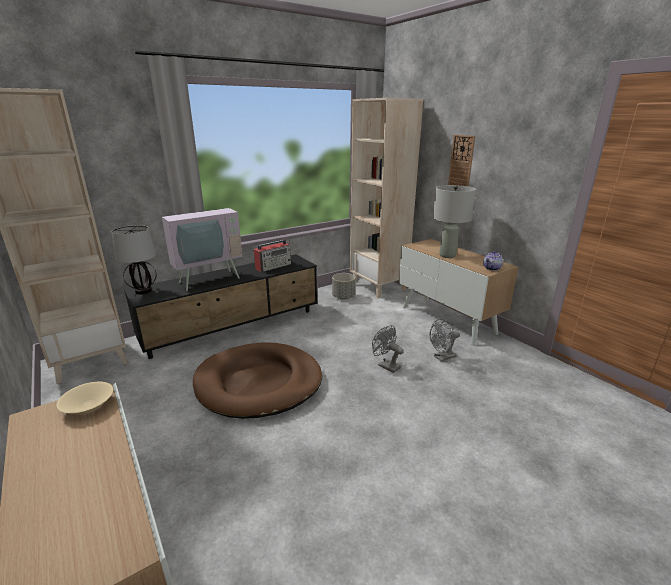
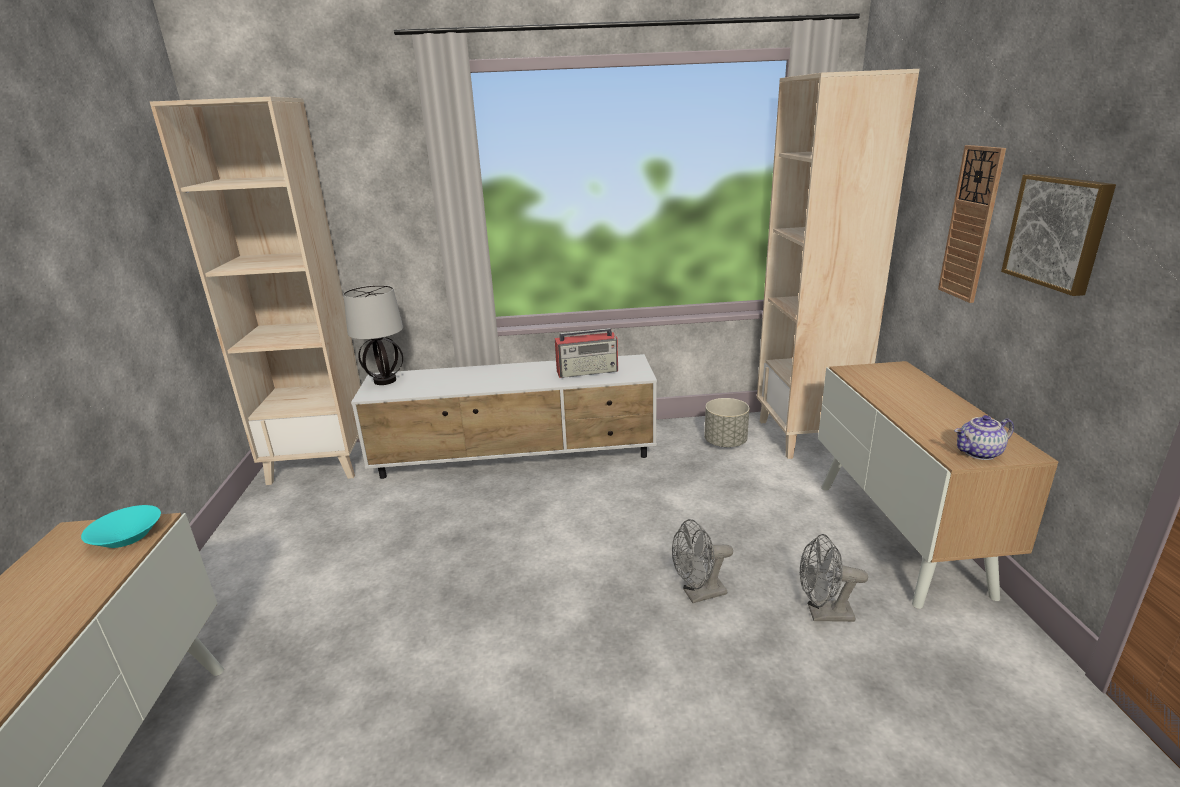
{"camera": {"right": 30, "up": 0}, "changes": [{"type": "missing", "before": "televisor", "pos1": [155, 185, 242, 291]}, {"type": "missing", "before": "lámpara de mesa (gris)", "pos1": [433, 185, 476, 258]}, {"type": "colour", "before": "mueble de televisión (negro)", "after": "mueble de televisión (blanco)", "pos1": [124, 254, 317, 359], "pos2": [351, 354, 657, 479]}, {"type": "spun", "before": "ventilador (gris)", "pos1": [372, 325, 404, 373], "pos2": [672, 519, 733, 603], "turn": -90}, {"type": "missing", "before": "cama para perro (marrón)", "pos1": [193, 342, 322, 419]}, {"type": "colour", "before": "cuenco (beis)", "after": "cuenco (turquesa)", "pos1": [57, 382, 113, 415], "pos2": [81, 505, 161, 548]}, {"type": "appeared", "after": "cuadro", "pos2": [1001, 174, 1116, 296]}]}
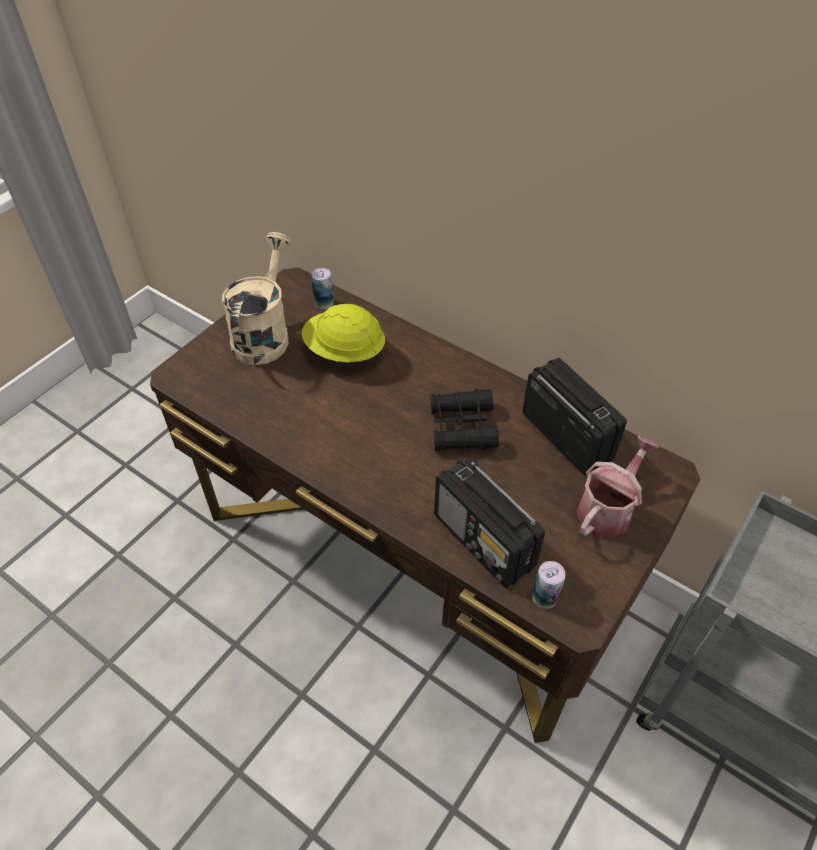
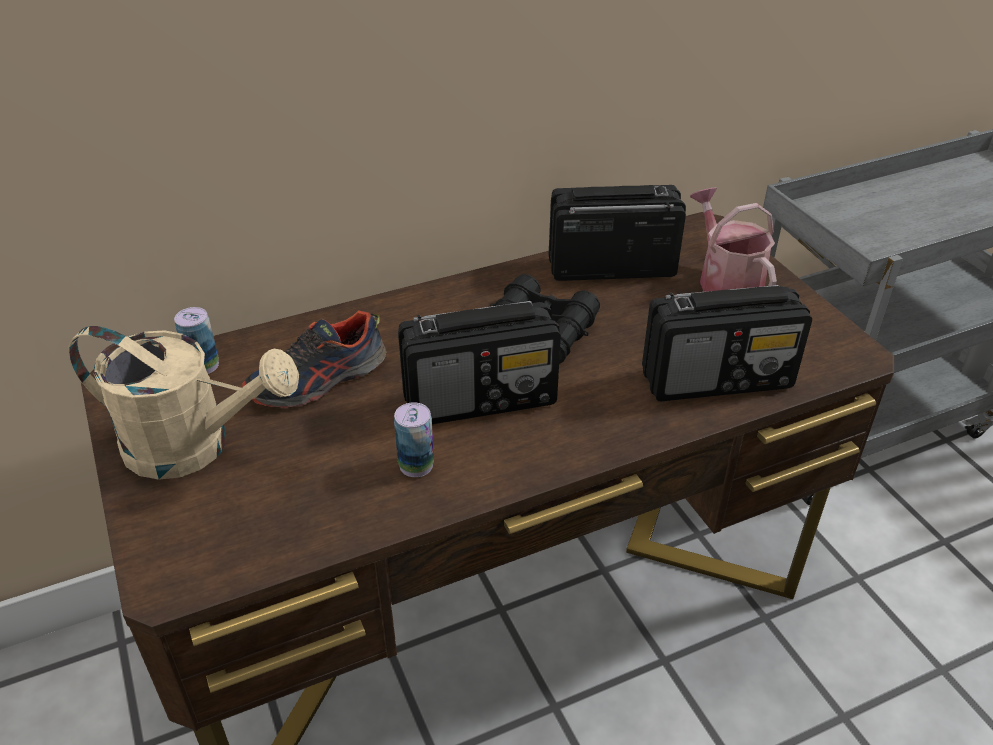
{"camera": {"right": -60, "up": -10}, "changes": [{"type": "spun", "before": "regadera (beis)", "pos1": [222, 232, 291, 365], "pos2": [68, 326, 299, 480], "turn": 150}, {"type": "exchanged", "before": "casco (amarillo)", "after": "zapato", "pos1": [302, 304, 385, 367], "pos2": [242, 311, 387, 408]}, {"type": "relocated", "before": "lata", "pos1": [532, 561, 565, 609], "pos2": [394, 402, 434, 477]}, {"type": "appeared", "after": "radio", "pos2": [398, 301, 561, 424]}]}
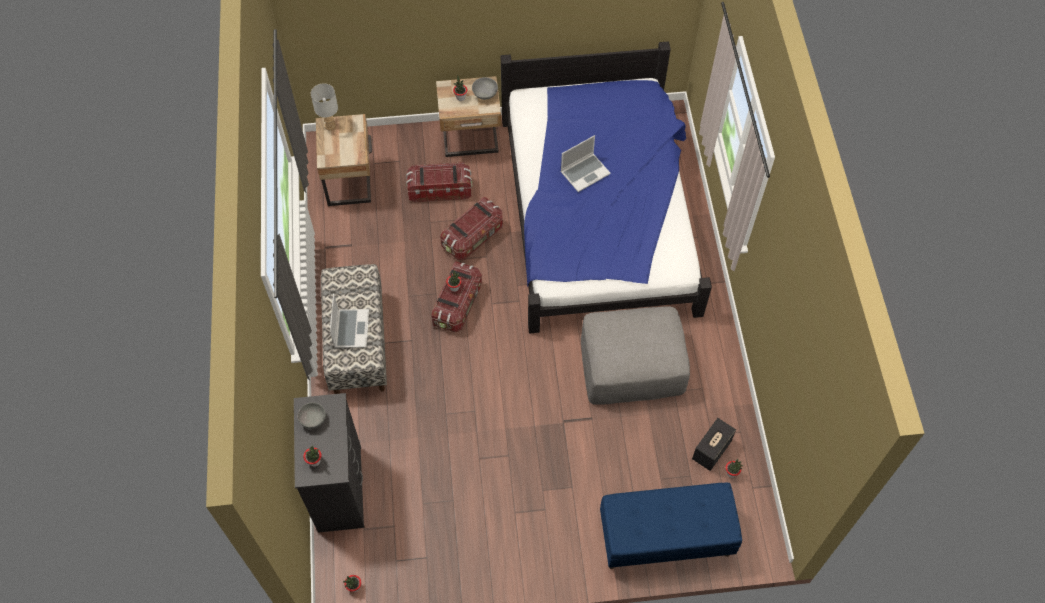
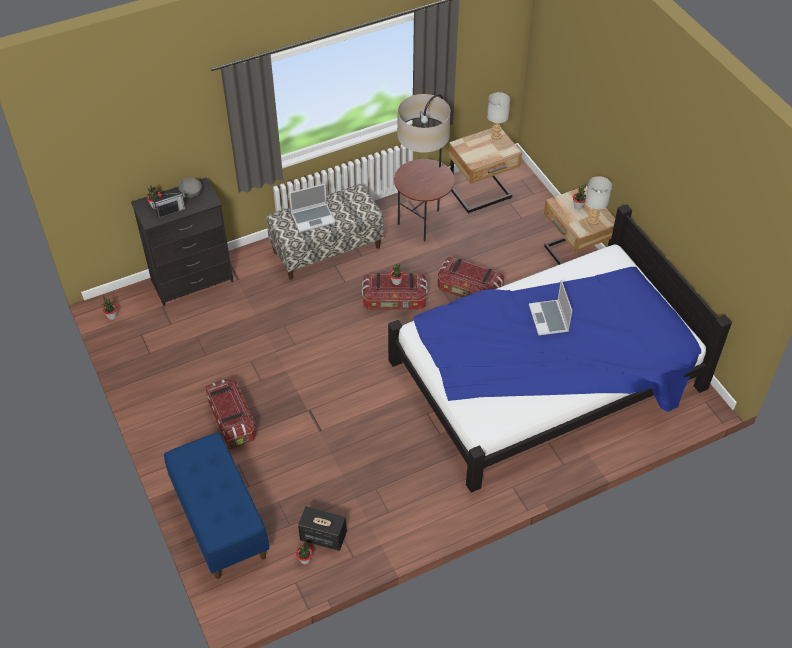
{"camera": {"right": 70, "up": -10}, "changes": [{"type": "exchanged", "before": "cuenco (gris)", "after": "lámpara de mesa (gris)", "pos1": [472, 77, 498, 100], "pos2": [585, 176, 612, 225]}, {"type": "spun", "before": "portátil", "pos1": [561, 135, 611, 192], "pos2": [529, 280, 572, 336], "turn": 45}, {"type": "relocated", "before": "caja de almacenaje", "pos1": [406, 162, 472, 202], "pos2": [205, 378, 256, 450]}, {"type": "missing", "before": "puf (gris)", "pos1": [581, 306, 690, 405]}, {"type": "appeared", "after": "lámpara de pie", "pos2": [394, 94, 455, 241]}, {"type": "appeared", "after": "radio", "pos2": [152, 191, 186, 218]}]}
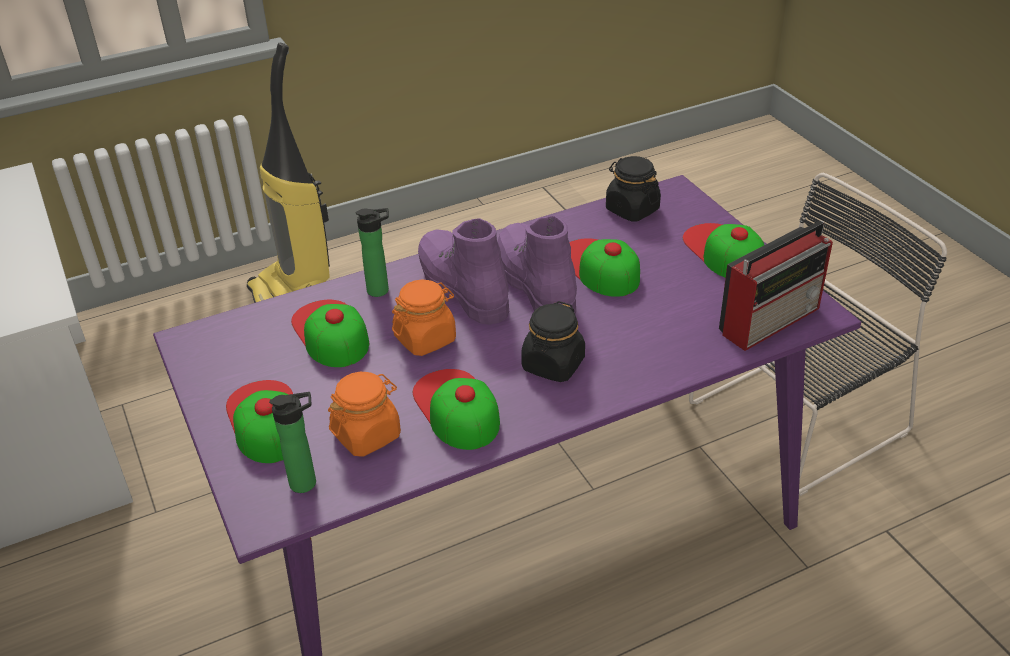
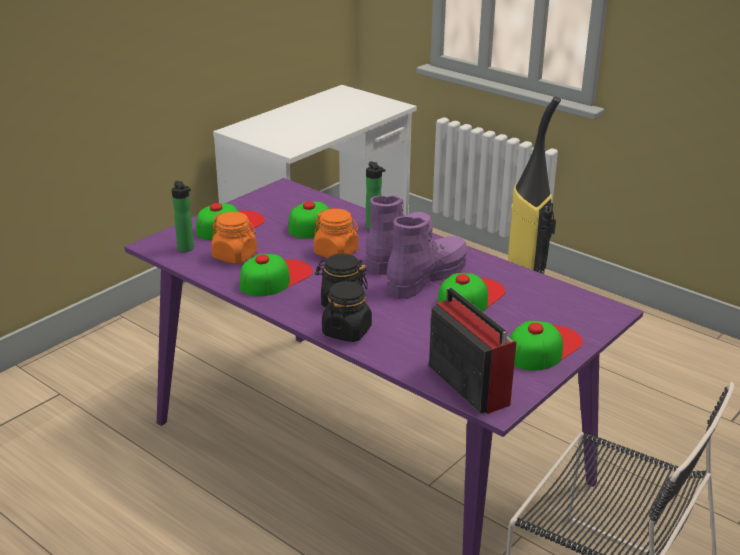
{"camera": {"right": 65, "up": -10}, "changes": [{"type": "relocated", "before": "tarro (negro)", "pos1": [606, 156, 661, 221], "pos2": [322, 281, 372, 342]}, {"type": "spun", "before": "radio", "pos1": [719, 220, 833, 351], "pos2": [429, 287, 516, 414], "turn": -150}]}
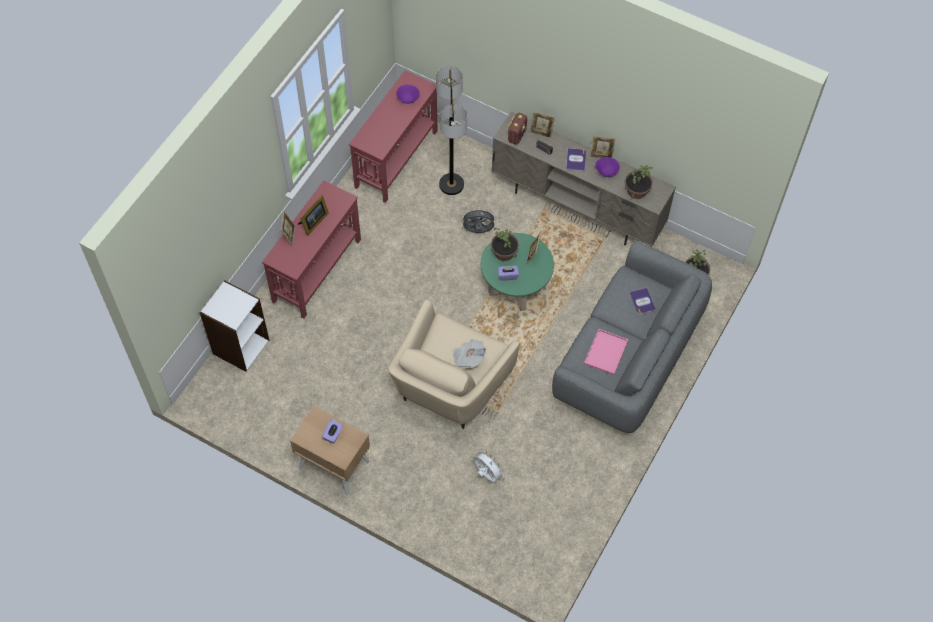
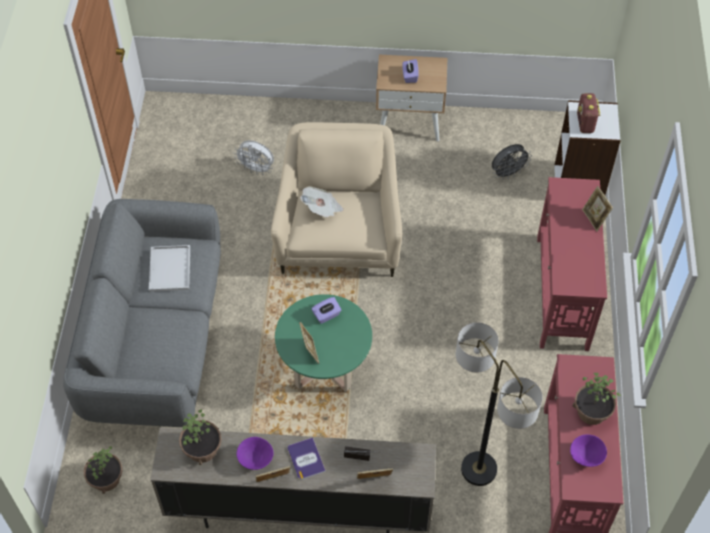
{"camera": {"right": 155, "up": -5}, "changes": [{"type": "relocated", "before": "radio", "pos1": [508, 113, 527, 145], "pos2": [577, 93, 600, 133]}, {"type": "missing", "before": "portarretratos", "pos1": [298, 195, 329, 236]}, {"type": "relocated", "before": "ventilador (gris)", "pos1": [461, 208, 495, 233], "pos2": [492, 144, 532, 180]}, {"type": "relocated", "before": "planta en maceta", "pos1": [491, 228, 519, 261], "pos2": [573, 373, 621, 425]}, {"type": "missing", "before": "libro", "pos1": [630, 287, 656, 314]}, {"type": "colour", "before": "bandeja (rosa)", "after": "bandeja (blanco)", "pos1": [584, 329, 628, 375], "pos2": [149, 245, 190, 292]}]}
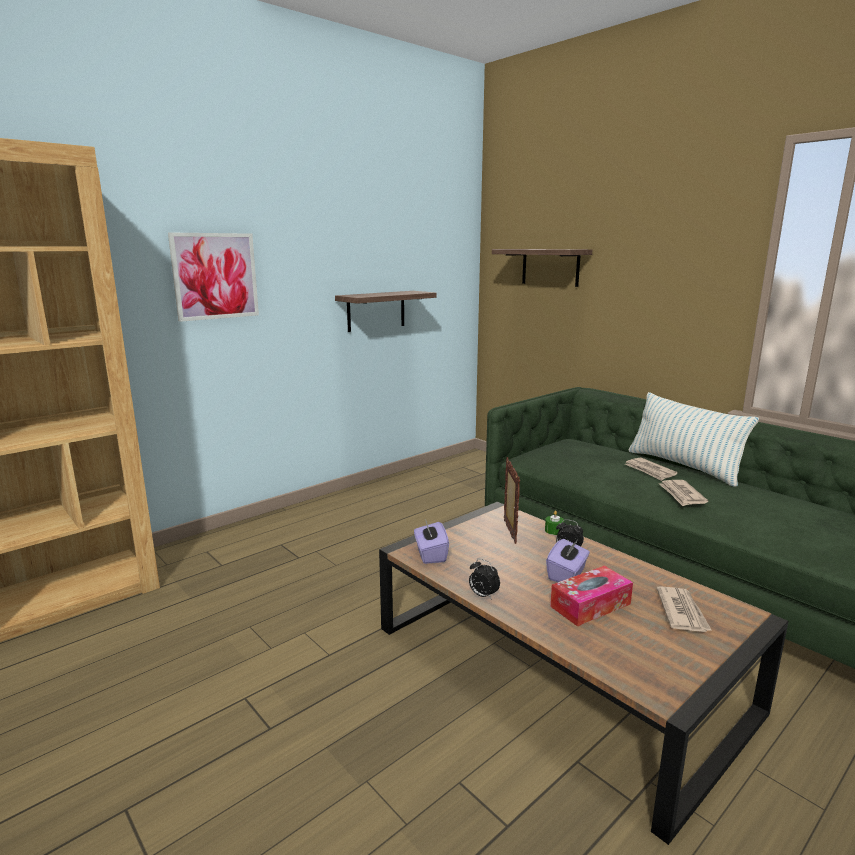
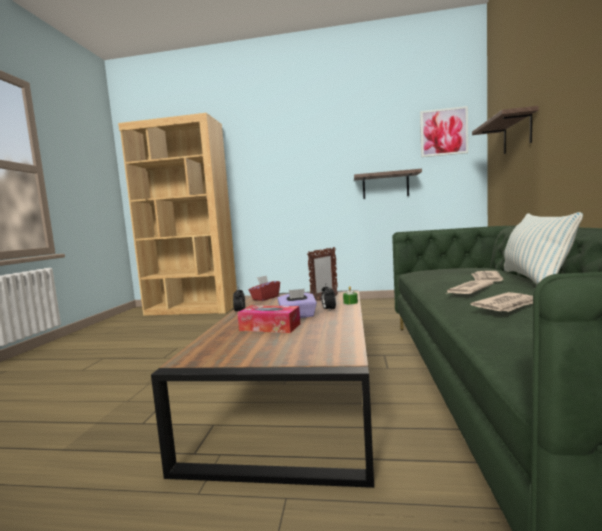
{"camera": {"right": 50, "up": -10}, "changes": [{"type": "relocated", "before": "cuadro", "pos1": [168, 232, 259, 322], "pos2": [420, 106, 468, 157]}, {"type": "colour", "before": "caja de pañuelos (morado)", "after": "caja de pañuelos (rojo)", "pos1": [414, 519, 449, 564], "pos2": [249, 276, 280, 301]}, {"type": "relocated", "before": "periódico", "pos1": [657, 586, 712, 632], "pos2": [471, 292, 533, 312]}]}
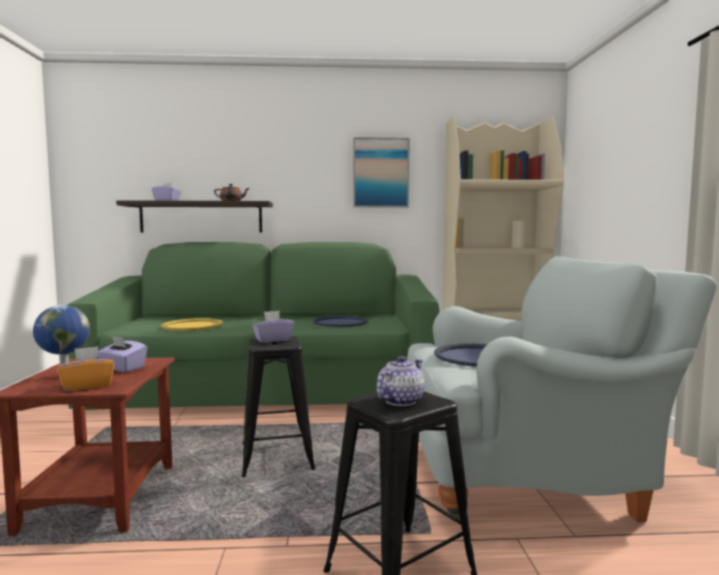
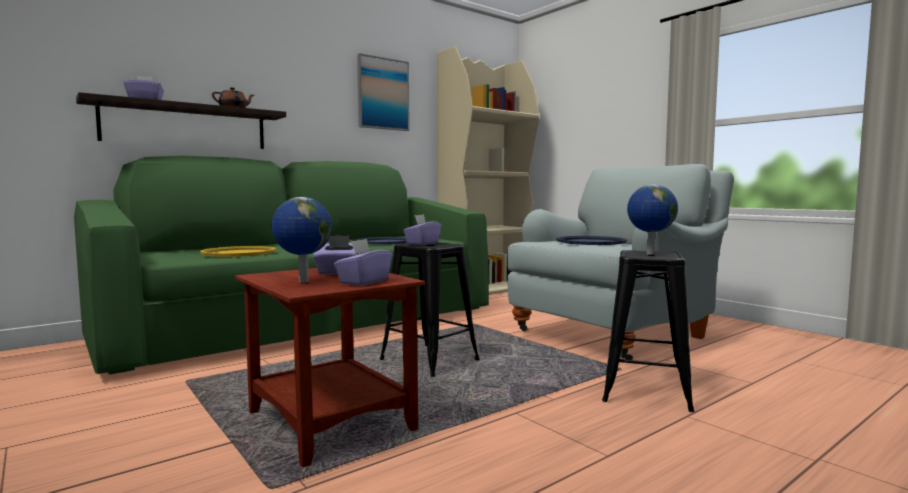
{"camera": {"right": -35, "up": 0}, "changes": [{"type": "colour", "before": "caja de pañuelos (naranja)", "after": "caja de pañuelos (morado)", "pos1": [57, 346, 115, 391], "pos2": [334, 239, 392, 286]}, {"type": "exchanged", "before": "tetera", "after": "globo terráqueo", "pos1": [376, 356, 425, 406], "pos2": [627, 184, 678, 255]}]}
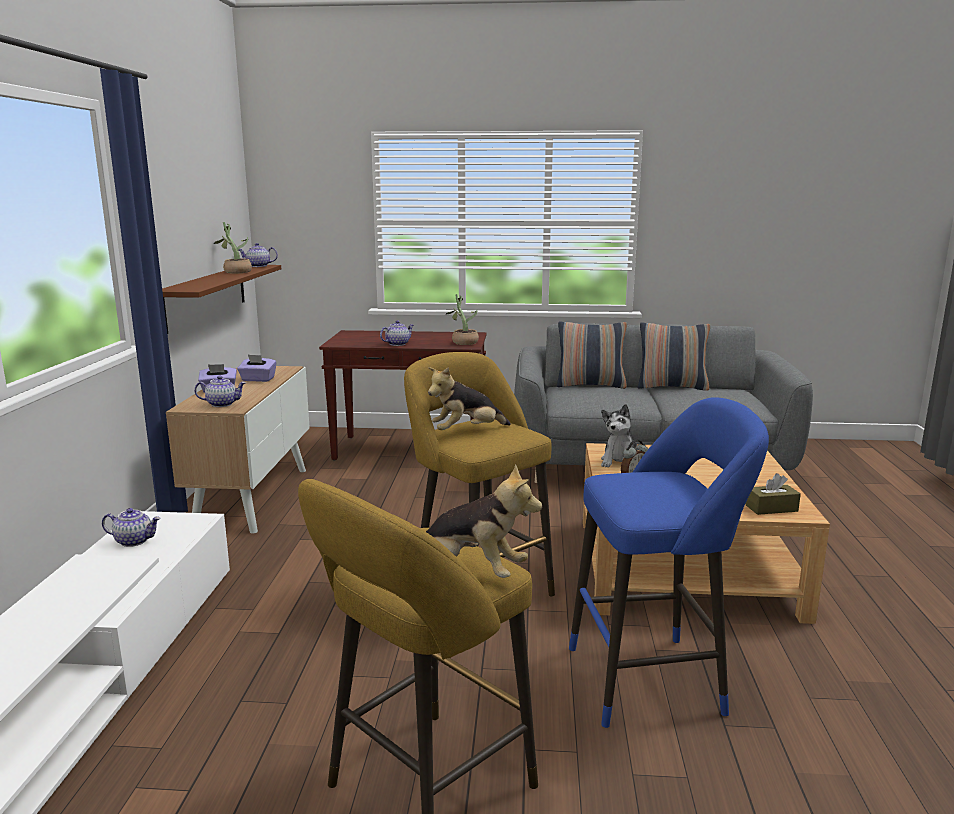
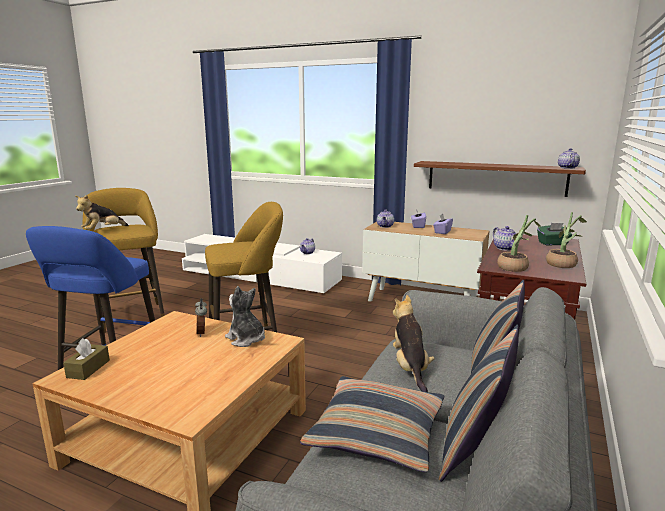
{"camera": {"right": 110, "up": 0}, "changes": [{"type": "relocated", "before": "planta en maceta", "pos1": [214, 222, 252, 273], "pos2": [546, 212, 587, 268]}, {"type": "relocated", "before": "peluche", "pos1": [428, 367, 511, 430], "pos2": [393, 295, 435, 392]}, {"type": "appeared", "after": "caja de pañuelos (verde)", "pos2": [537, 223, 572, 246]}, {"type": "appeared", "after": "cojín", "pos2": [300, 376, 444, 472]}]}
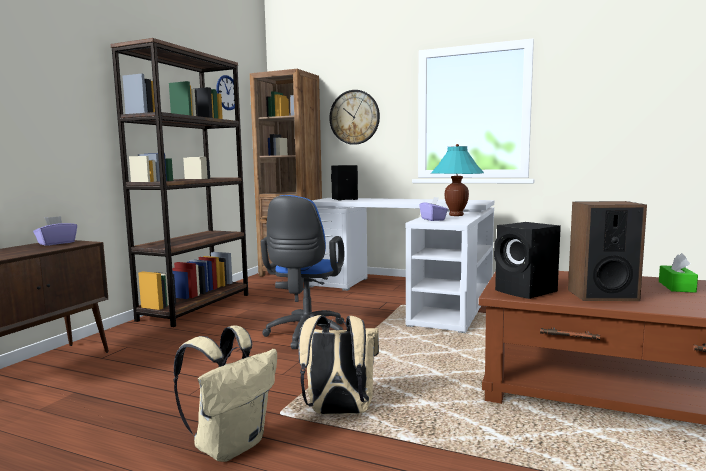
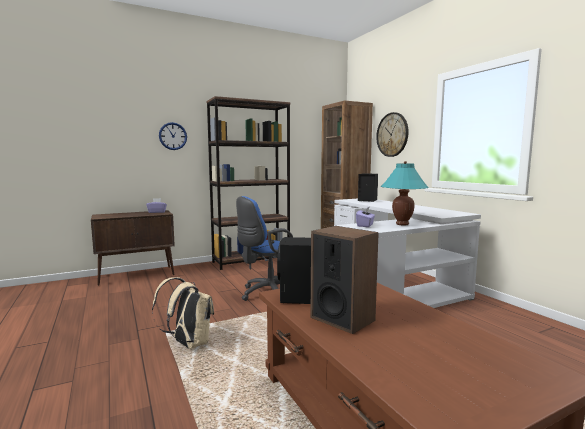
{"camera": {"right": 40, "up": 0}, "changes": [{"type": "relocated", "before": "reloj de pared", "pos1": [216, 75, 235, 110], "pos2": [159, 122, 187, 150]}, {"type": "missing", "before": "caja de pañuelos (verde)", "pos1": [659, 253, 698, 293]}, {"type": "missing", "before": "mochila (beis)", "pos1": [174, 326, 277, 462]}]}
